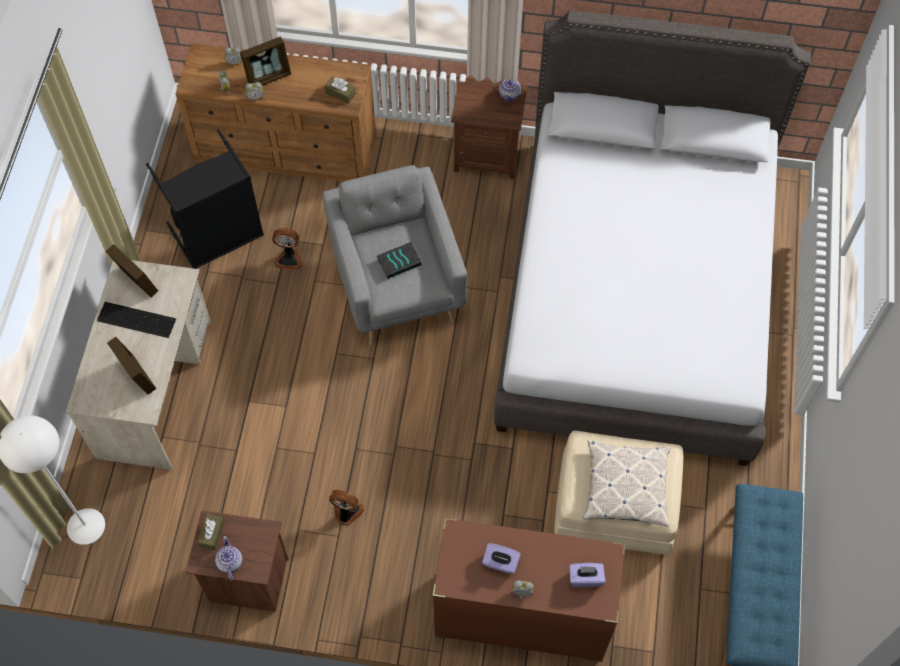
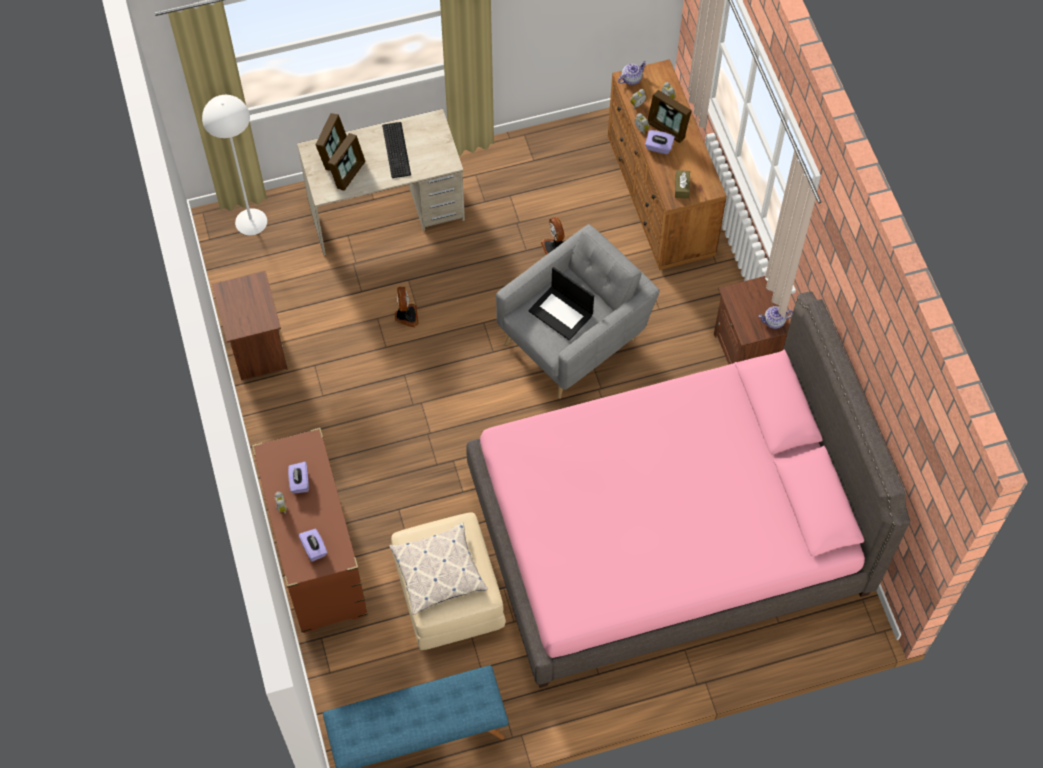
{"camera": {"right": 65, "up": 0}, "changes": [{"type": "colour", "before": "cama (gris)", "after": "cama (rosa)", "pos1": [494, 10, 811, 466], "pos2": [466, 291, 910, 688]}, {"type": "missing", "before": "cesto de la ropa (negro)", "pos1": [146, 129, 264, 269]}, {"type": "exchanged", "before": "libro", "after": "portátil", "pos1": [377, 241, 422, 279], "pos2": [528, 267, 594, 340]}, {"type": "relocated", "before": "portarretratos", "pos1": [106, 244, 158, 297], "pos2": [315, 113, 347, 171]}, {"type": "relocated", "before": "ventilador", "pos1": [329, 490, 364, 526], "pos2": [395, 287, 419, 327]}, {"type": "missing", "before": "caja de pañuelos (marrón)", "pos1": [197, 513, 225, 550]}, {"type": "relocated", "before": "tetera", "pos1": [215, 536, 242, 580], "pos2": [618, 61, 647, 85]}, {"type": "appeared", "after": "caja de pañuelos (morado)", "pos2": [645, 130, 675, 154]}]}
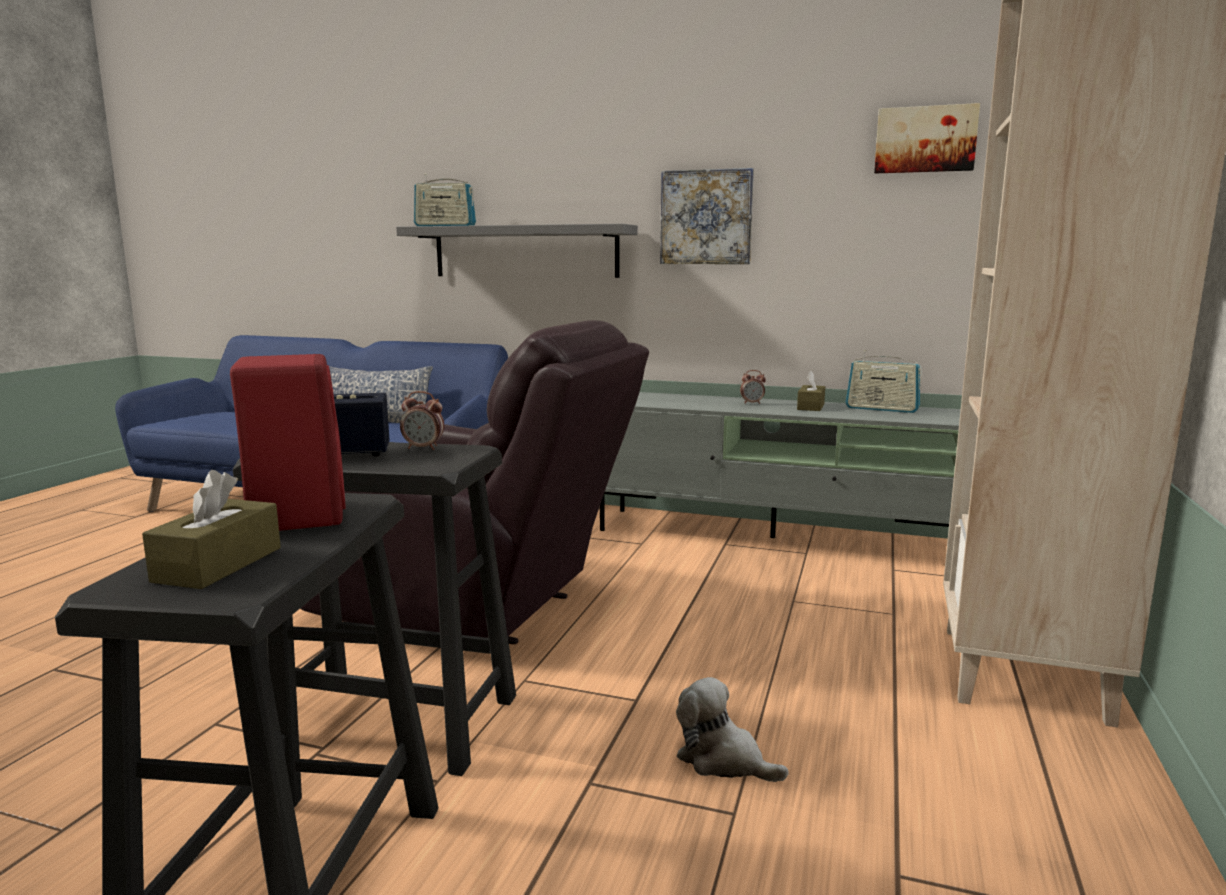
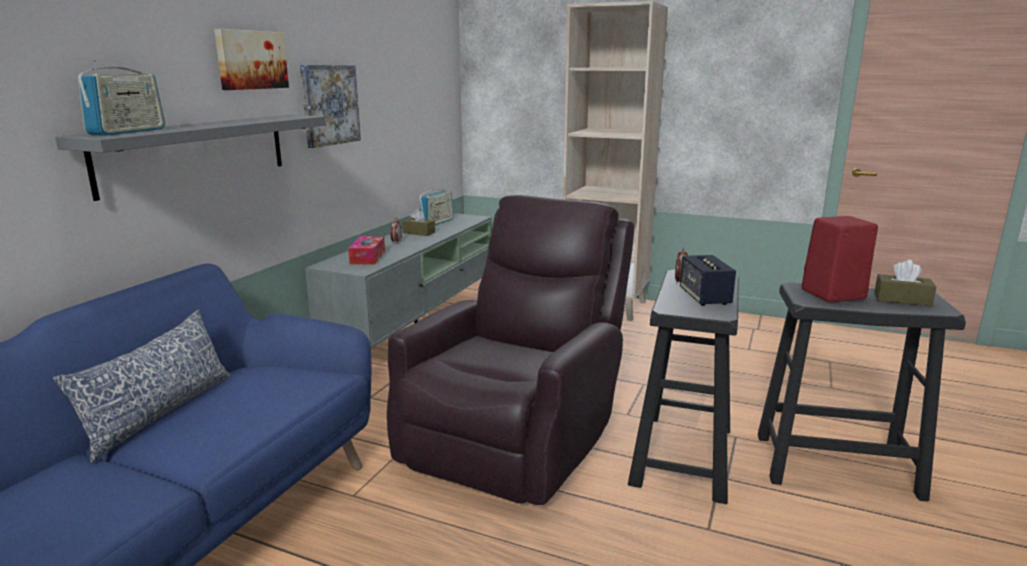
{"camera": {"right": -85, "up": 5}, "changes": [{"type": "relocated", "before": "cuadro", "pos1": [874, 103, 980, 174], "pos2": [214, 29, 289, 90]}, {"type": "missing", "before": "peluche", "pos1": [676, 677, 789, 782]}, {"type": "appeared", "after": "caja de pañuelos", "pos2": [348, 236, 385, 264]}]}
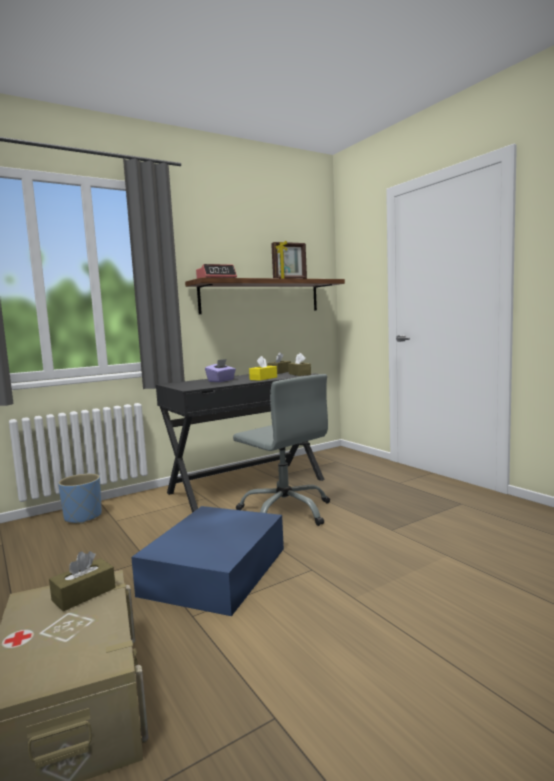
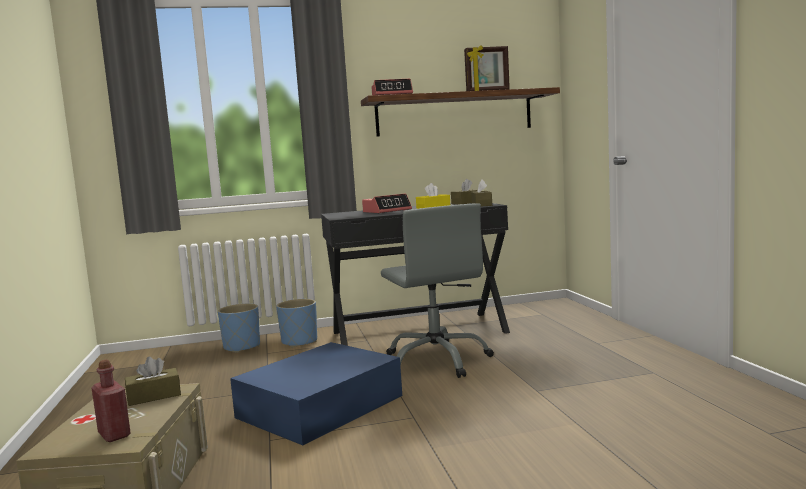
{"camera": {"right": 20, "up": 0}, "changes": [{"type": "exchanged", "before": "caja de pañuelos (morado)", "after": "despertador", "pos1": [205, 359, 236, 382], "pos2": [362, 193, 412, 213]}, {"type": "appeared", "after": "maceta (azul)", "pos2": [276, 299, 317, 348]}, {"type": "appeared", "after": "botella (rojo)", "pos2": [92, 359, 131, 442]}]}
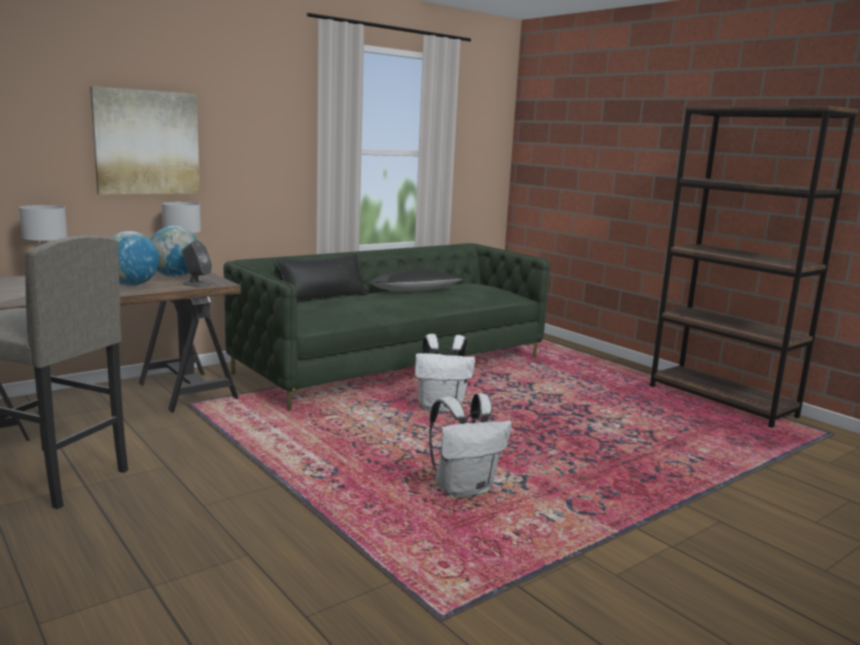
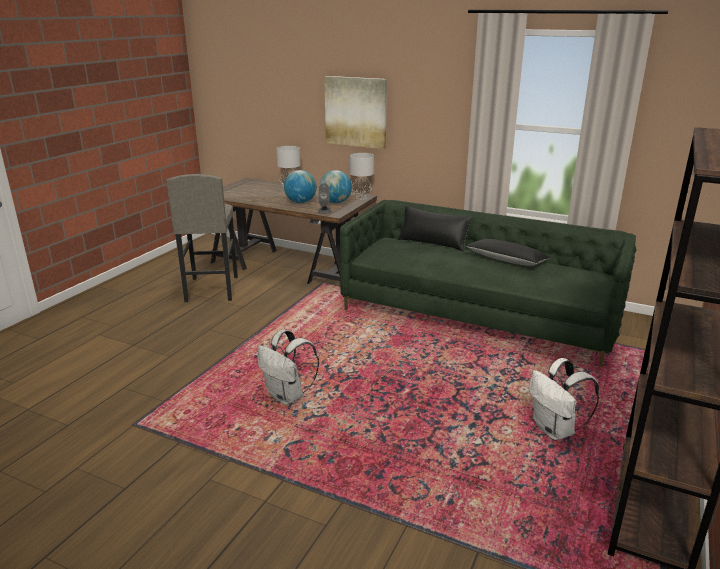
{"camera": {"right": 65, "up": 10}, "changes": [{"type": "relocated", "before": "mochila (blanco)", "pos1": [415, 334, 475, 412], "pos2": [529, 358, 599, 440]}]}
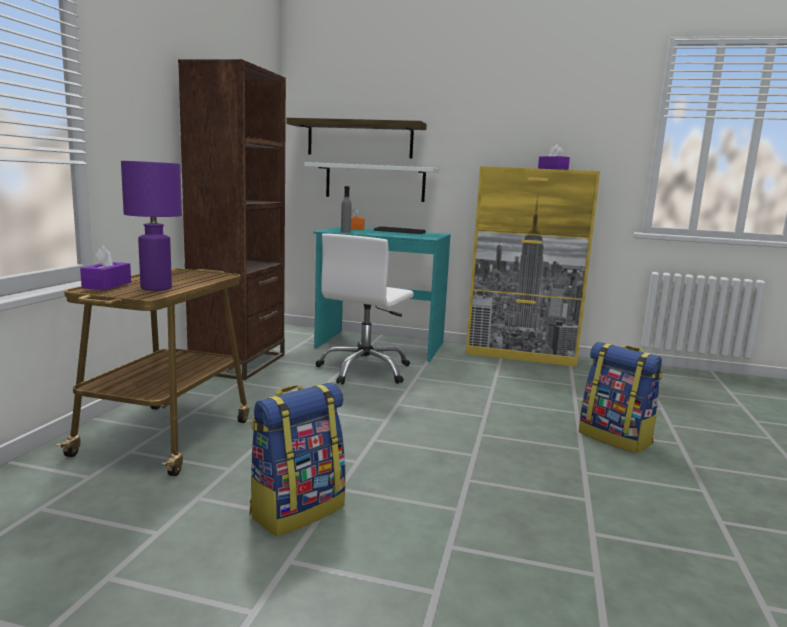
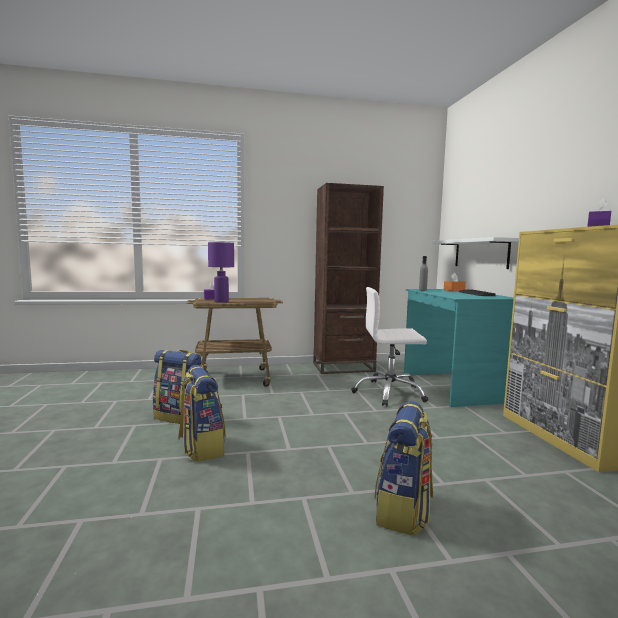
{"camera": {"right": 65, "up": -5}, "changes": [{"type": "missing", "before": "estante", "pos1": [286, 118, 427, 158]}, {"type": "appeared", "after": "mochila", "pos2": [178, 365, 226, 462]}]}
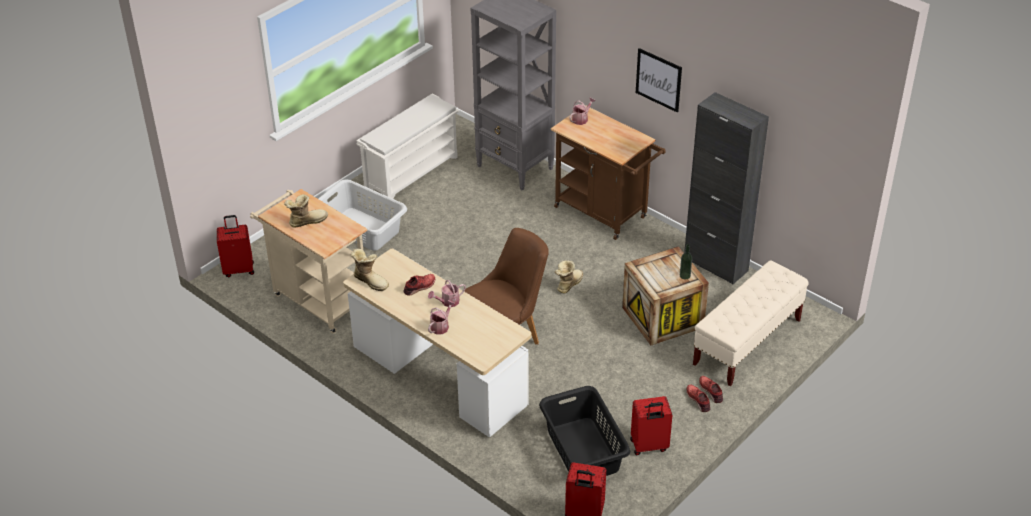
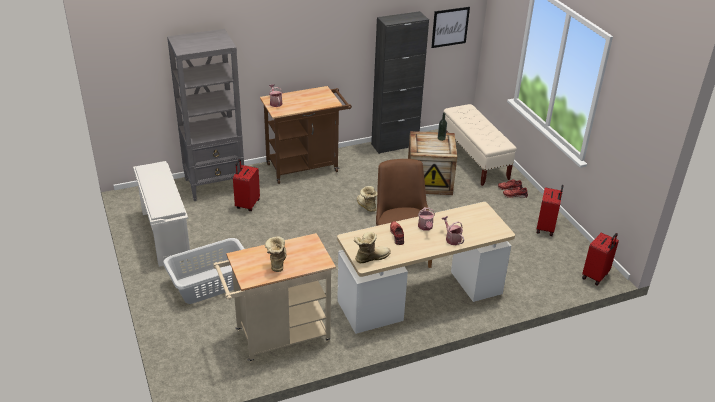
{"camera": {"right": -65, "up": -5}, "changes": [{"type": "relocated", "before": "cuadro", "pos1": [636, 48, 682, 113], "pos2": [431, 7, 470, 48]}, {"type": "relocated", "before": "maleta (rojo)", "pos1": [217, 215, 254, 277], "pos2": [233, 159, 260, 211]}, {"type": "missing", "before": "cesto de la ropa (negro)", "pos1": [539, 386, 630, 476]}]}
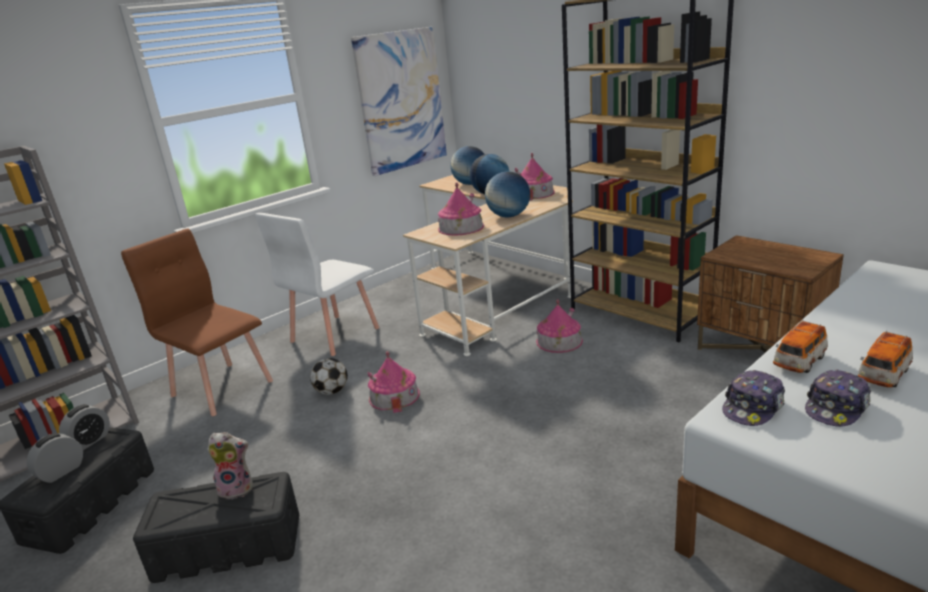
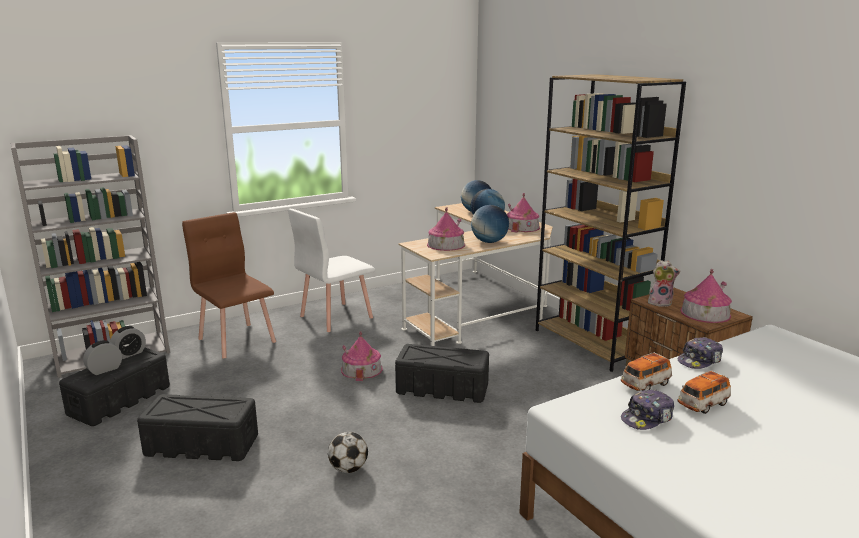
{"camera": {"right": 10, "up": -5}, "changes": [{"type": "missing", "before": "cuadro", "pos1": [351, 27, 447, 176]}, {"type": "relocated", "before": "casita", "pos1": [536, 299, 583, 353], "pos2": [680, 269, 732, 323]}, {"type": "relocated", "before": "balón de fútbol", "pos1": [310, 358, 348, 395], "pos2": [328, 432, 368, 473]}, {"type": "relocated", "before": "gorra", "pos1": [722, 370, 785, 426], "pos2": [678, 337, 723, 369]}, {"type": "relocated", "before": "peluche", "pos1": [207, 432, 253, 500], "pos2": [648, 260, 680, 307]}, {"type": "appeared", "after": "caja de almacenaje (negro)", "pos2": [395, 344, 489, 403]}]}
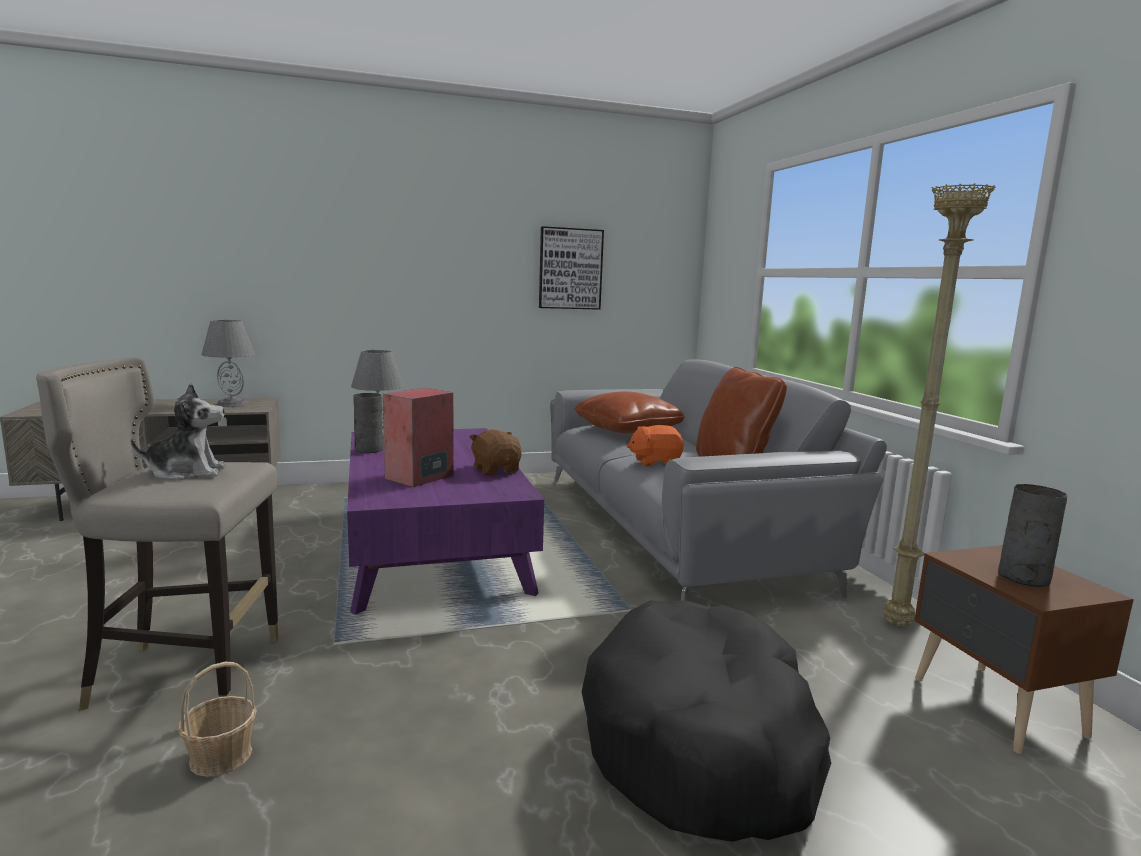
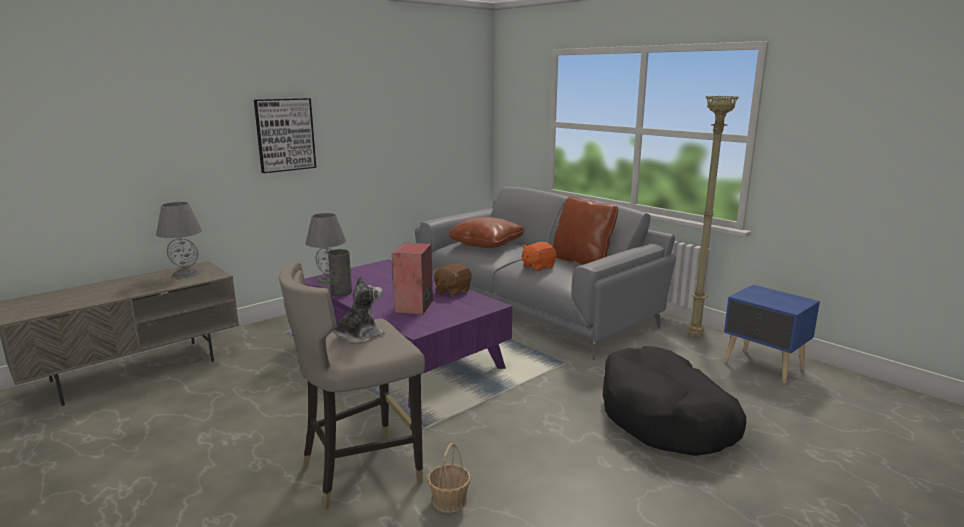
{"camera": {"right": -25, "up": 5}, "changes": [{"type": "relocated", "before": "cuadro", "pos1": [539, 226, 604, 310], "pos2": [254, 98, 316, 173]}, {"type": "spun", "before": "peluche (marrón)", "pos1": [469, 429, 522, 475], "pos2": [433, 263, 472, 296], "turn": -90}, {"type": "missing", "before": "florero (gris)", "pos1": [998, 484, 1067, 587]}, {"type": "colour", "before": "mesita de noche (marrón)", "after": "mesita de noche (azul)", "pos1": [914, 545, 1134, 754], "pos2": [724, 285, 820, 383]}]}
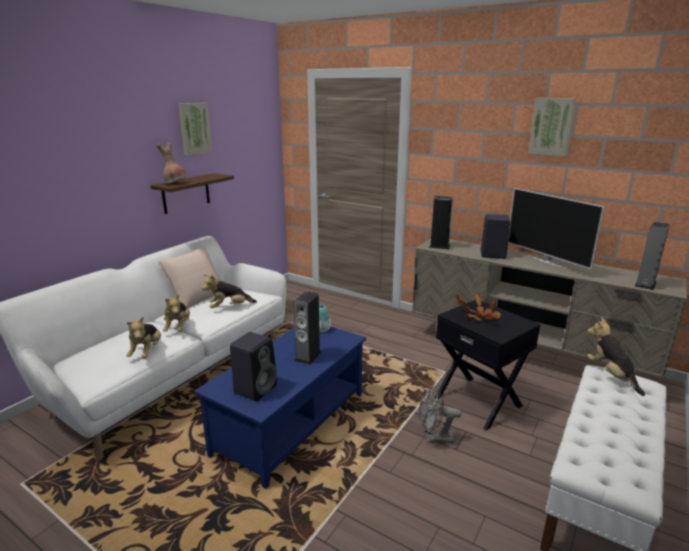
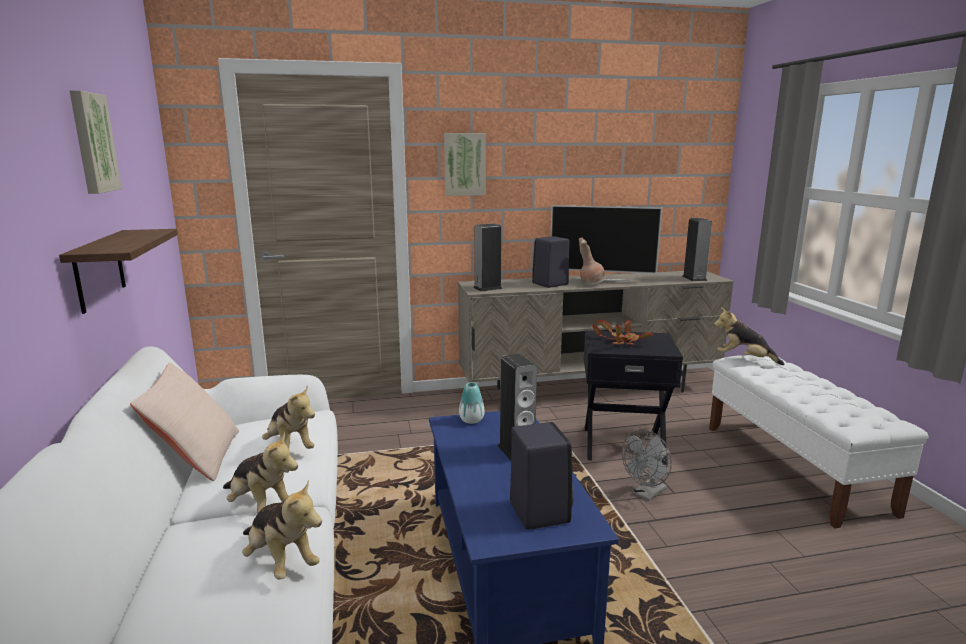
{"camera": {"right": -45, "up": -5}, "changes": [{"type": "relocated", "before": "cuadro", "pos1": [528, 98, 577, 156], "pos2": [444, 133, 486, 196]}, {"type": "relocated", "before": "florero (marrón)", "pos1": [156, 142, 186, 184], "pos2": [578, 238, 606, 285]}, {"type": "spun", "before": "peluche", "pos1": [202, 274, 257, 308], "pos2": [262, 385, 315, 449], "turn": -60}]}
